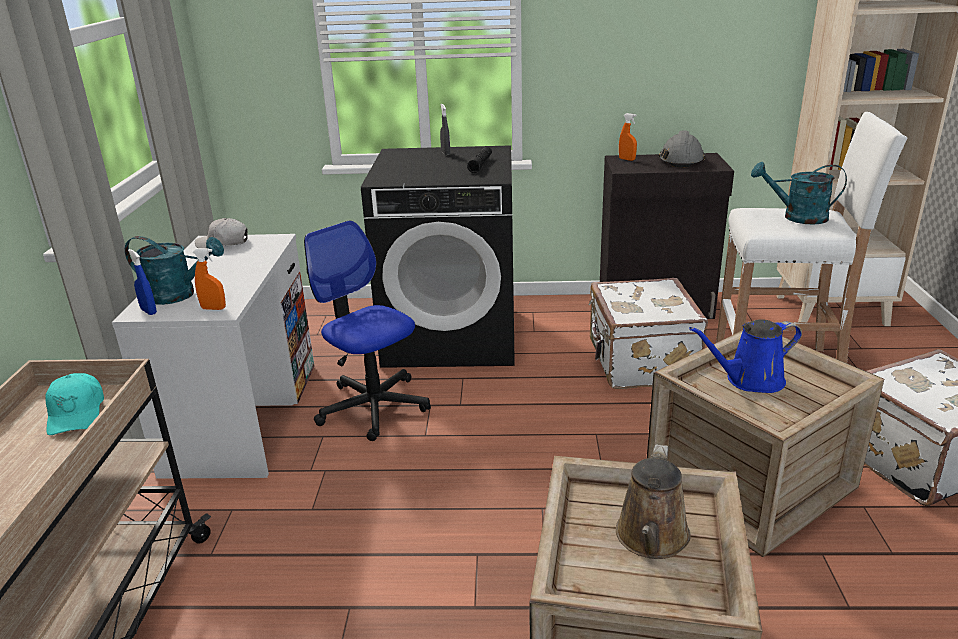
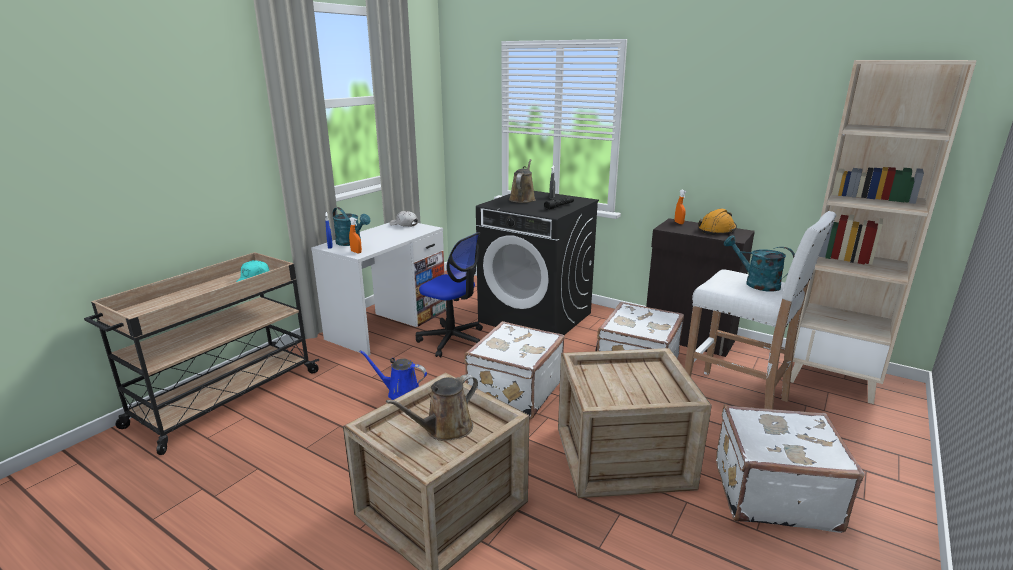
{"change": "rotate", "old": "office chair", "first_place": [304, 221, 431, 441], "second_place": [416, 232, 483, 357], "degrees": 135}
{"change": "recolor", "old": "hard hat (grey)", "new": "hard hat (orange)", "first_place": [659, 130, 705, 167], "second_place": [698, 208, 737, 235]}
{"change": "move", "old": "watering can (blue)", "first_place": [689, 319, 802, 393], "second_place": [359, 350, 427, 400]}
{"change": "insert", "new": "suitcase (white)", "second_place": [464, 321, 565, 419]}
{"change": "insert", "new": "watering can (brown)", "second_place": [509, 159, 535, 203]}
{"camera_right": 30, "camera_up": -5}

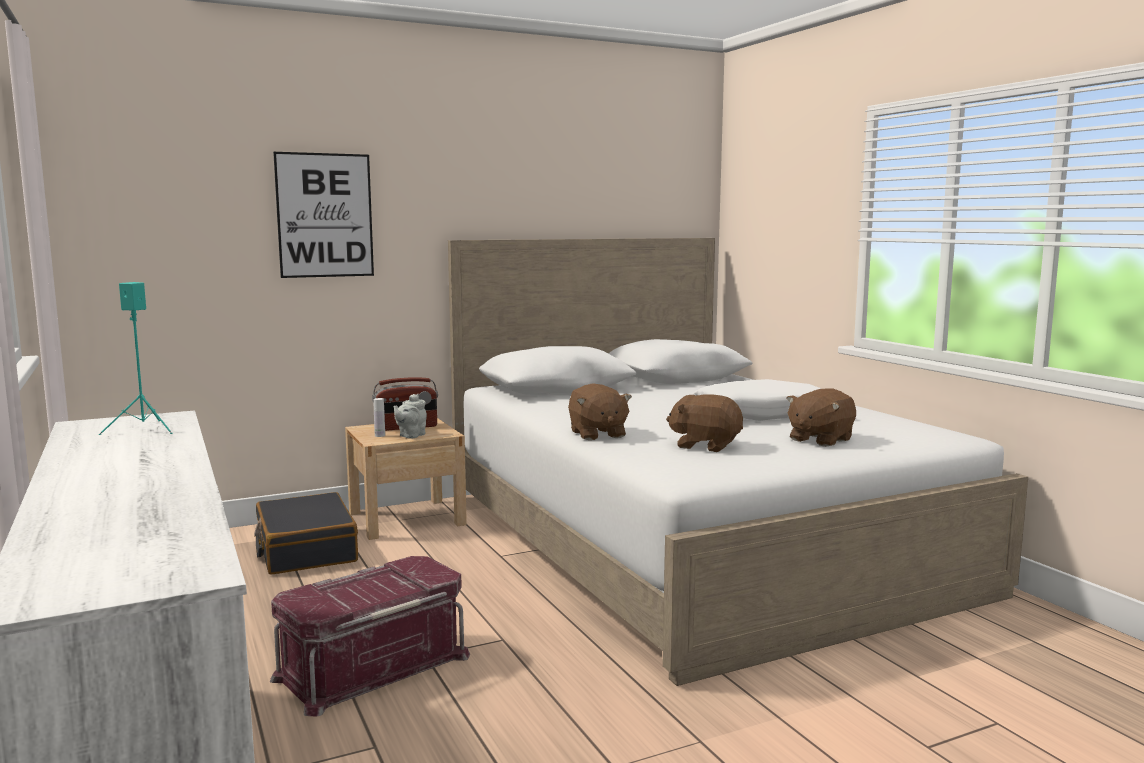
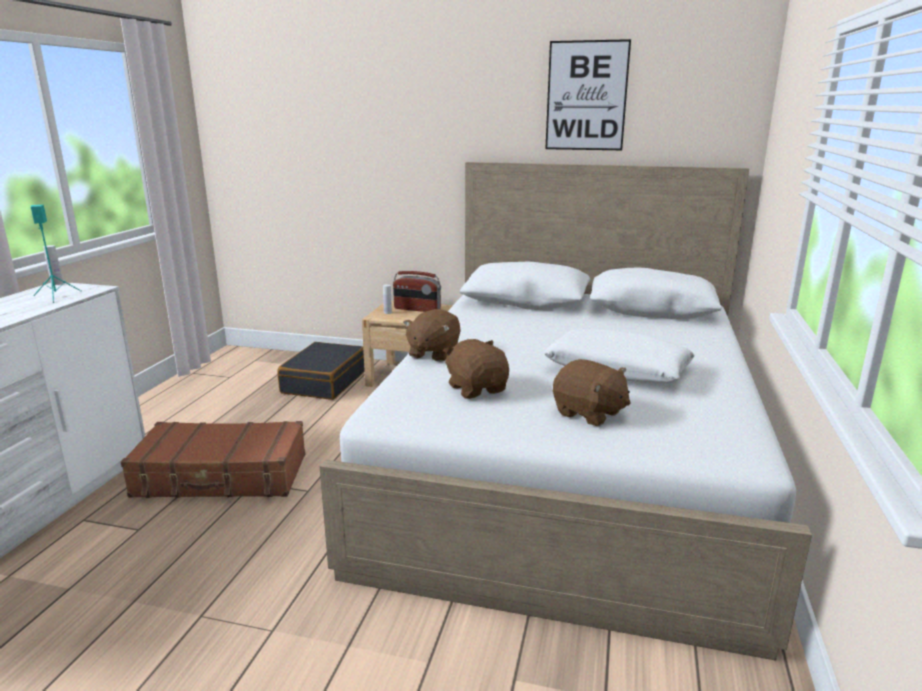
{"change": "replace", "old": "storage box (red)", "new": "suitcase (brown)", "first_place": [270, 556, 470, 716], "second_place": [121, 421, 305, 498]}
{"change": "move", "old": "picture", "first_place": [273, 152, 374, 278], "second_place": [545, 39, 631, 150]}
{"change": "delete", "old": "teapot (grey)", "first_place": [394, 394, 427, 438]}
{"change": "rotate", "old": "plush toy (brown)", "first_place": [786, 388, 856, 447], "second_place": [553, 359, 630, 426], "degrees": -135}
{"change": "insert", "new": "bottle (white)", "second_place": [43, 245, 63, 285]}
{"camera_right": 40, "camera_up": 10}

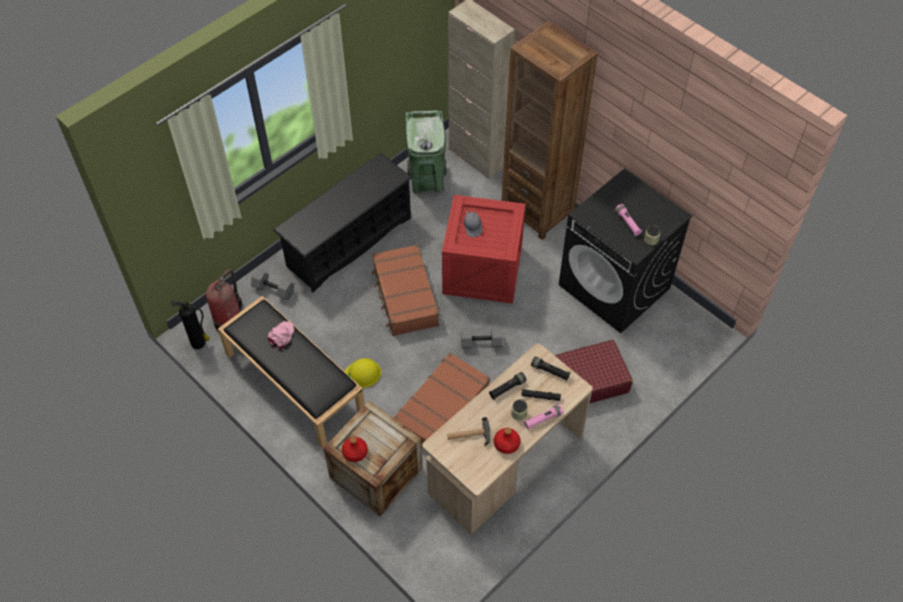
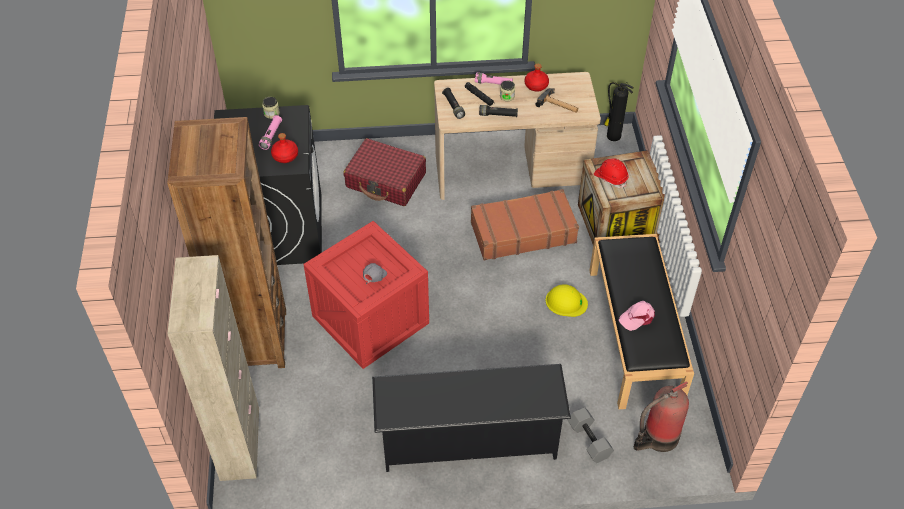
{"change": "move", "old": "fire extinguisher", "first_place": [170, 300, 210, 349], "second_place": [604, 82, 634, 141]}
{"change": "move", "old": "bottle (red)", "first_place": [342, 437, 368, 462], "second_place": [271, 133, 298, 163]}
{"change": "delete", "old": "suitcase (brown)", "first_place": [371, 244, 439, 336]}
{"change": "delete", "old": "trash can (green)", "first_place": [404, 110, 447, 194]}
{"change": "delete", "old": "dumbbell (grey)", "first_place": [461, 328, 503, 348]}
{"change": "insert", "new": "hard hat (red)", "second_place": [594, 158, 628, 188]}
{"camera_right": -140, "camera_up": -5}

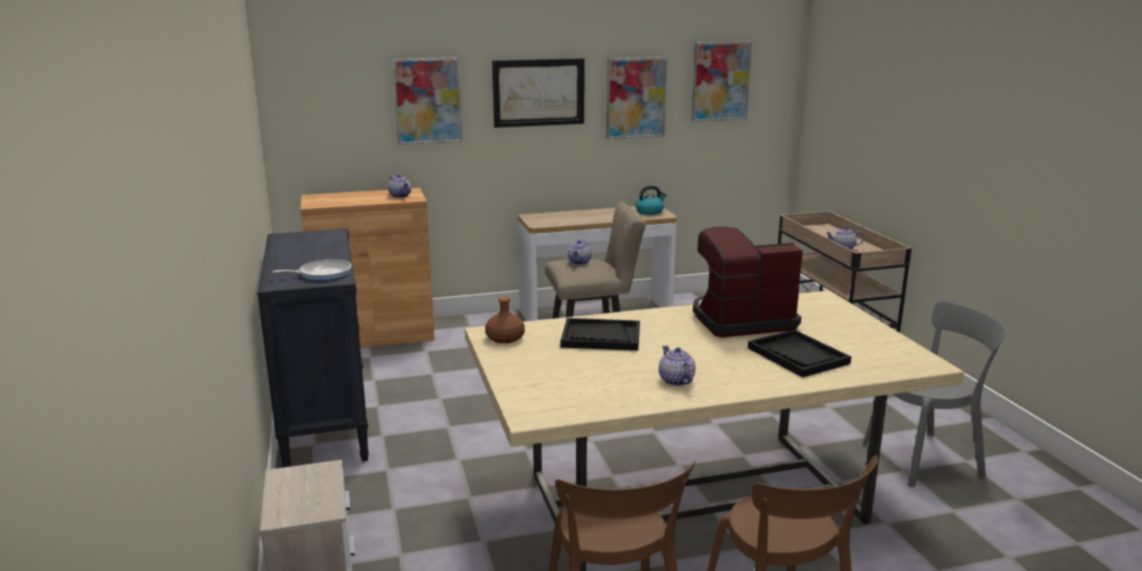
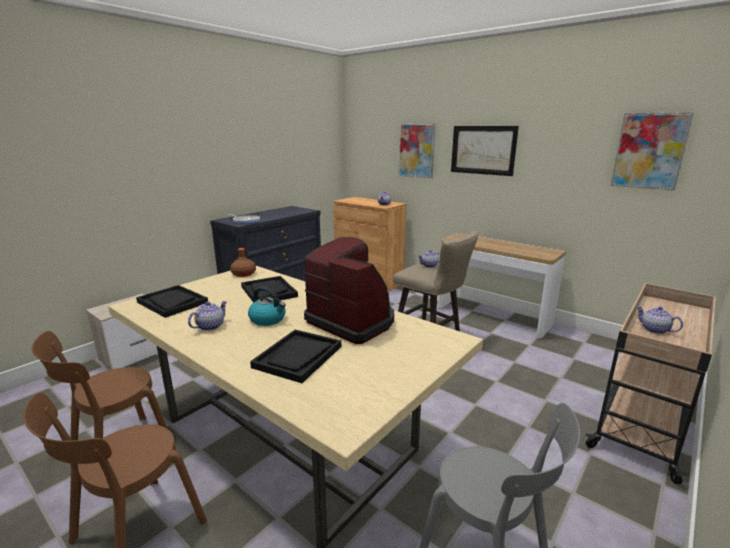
{"change": "delete", "old": "picture", "first_place": [606, 57, 667, 139]}
{"change": "move", "old": "kettle", "first_place": [635, 185, 666, 215], "second_place": [248, 286, 286, 326]}
{"change": "insert", "new": "tray (black)", "second_place": [136, 285, 208, 318]}
{"camera_right": 55, "camera_up": 0}

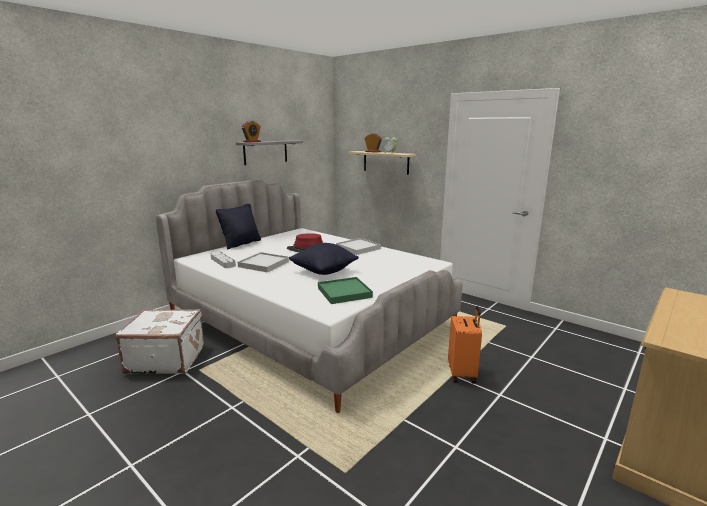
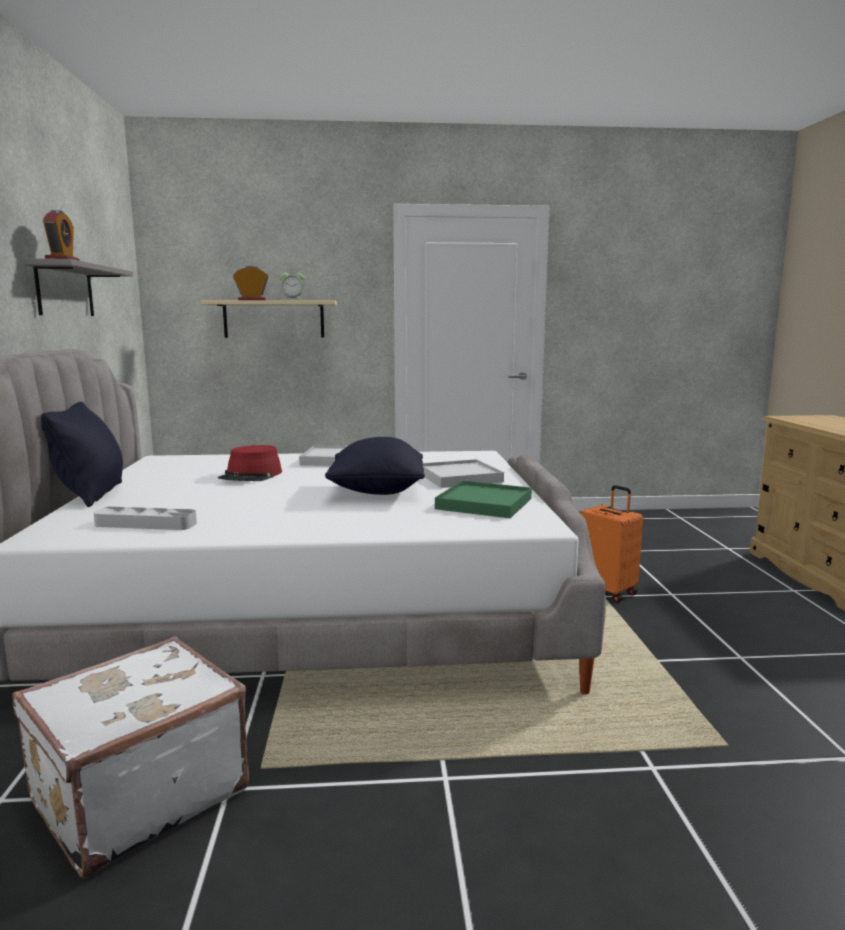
{"change": "move", "old": "tray (white)", "first_place": [238, 252, 289, 273], "second_place": [423, 459, 504, 488]}
{"camera_right": -45, "camera_up": -5}

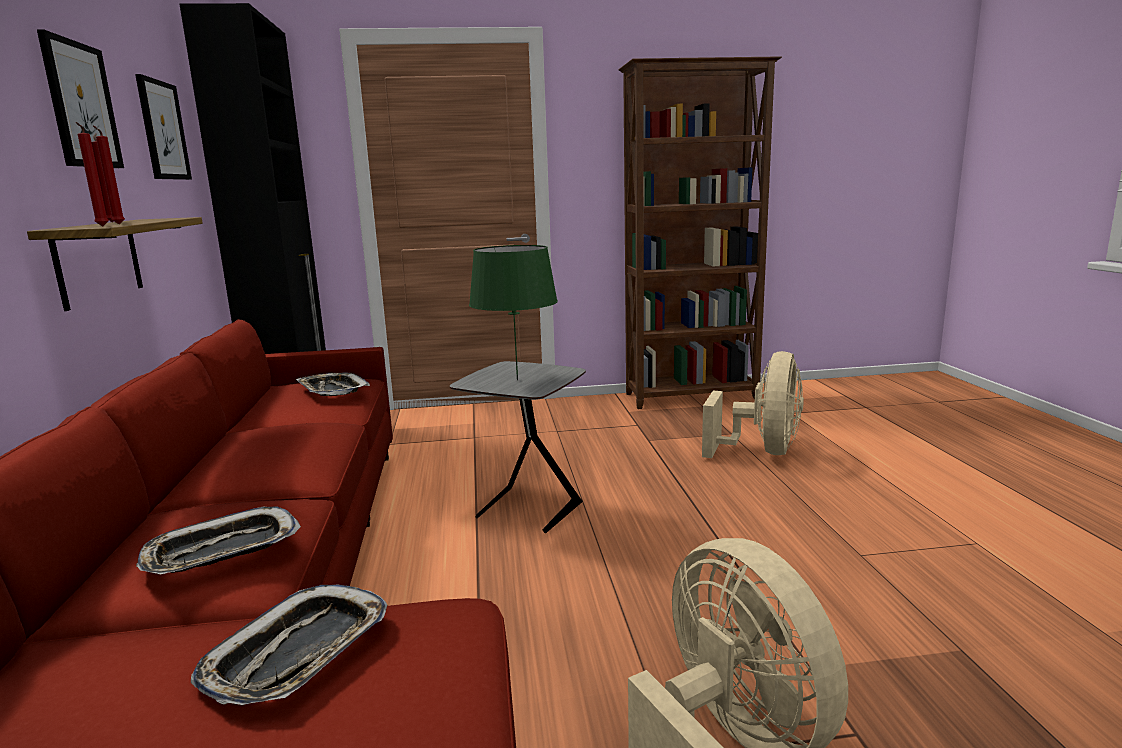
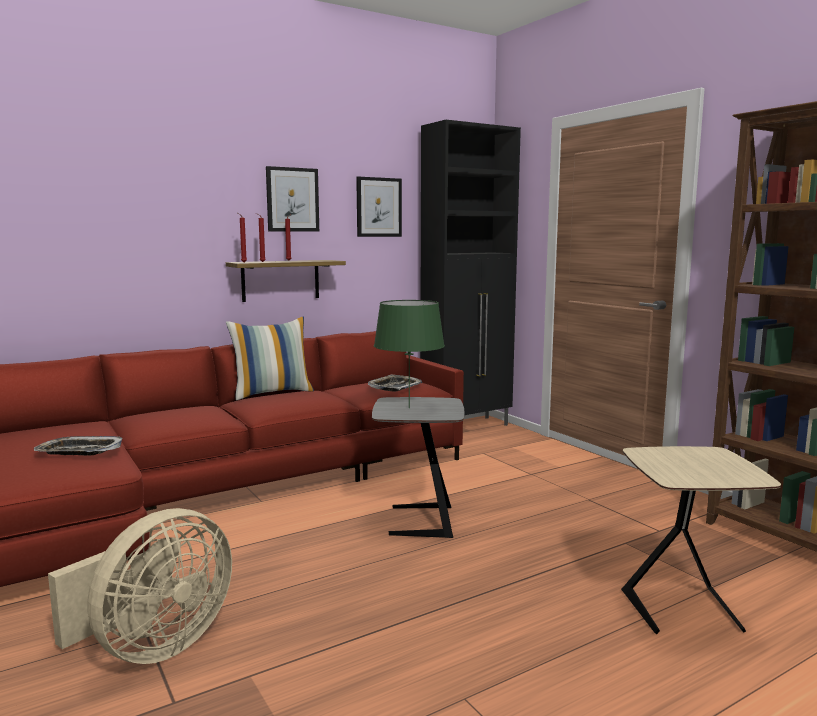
{"change": "delete", "old": "tray", "first_place": [136, 507, 301, 574]}
{"change": "replace", "old": "fan (beige)", "new": "side table (beige)", "first_place": [702, 351, 804, 458], "second_place": [621, 446, 781, 634]}
{"change": "insert", "new": "pillow", "second_place": [226, 317, 314, 400]}
{"camera_right": 65, "camera_up": -5}

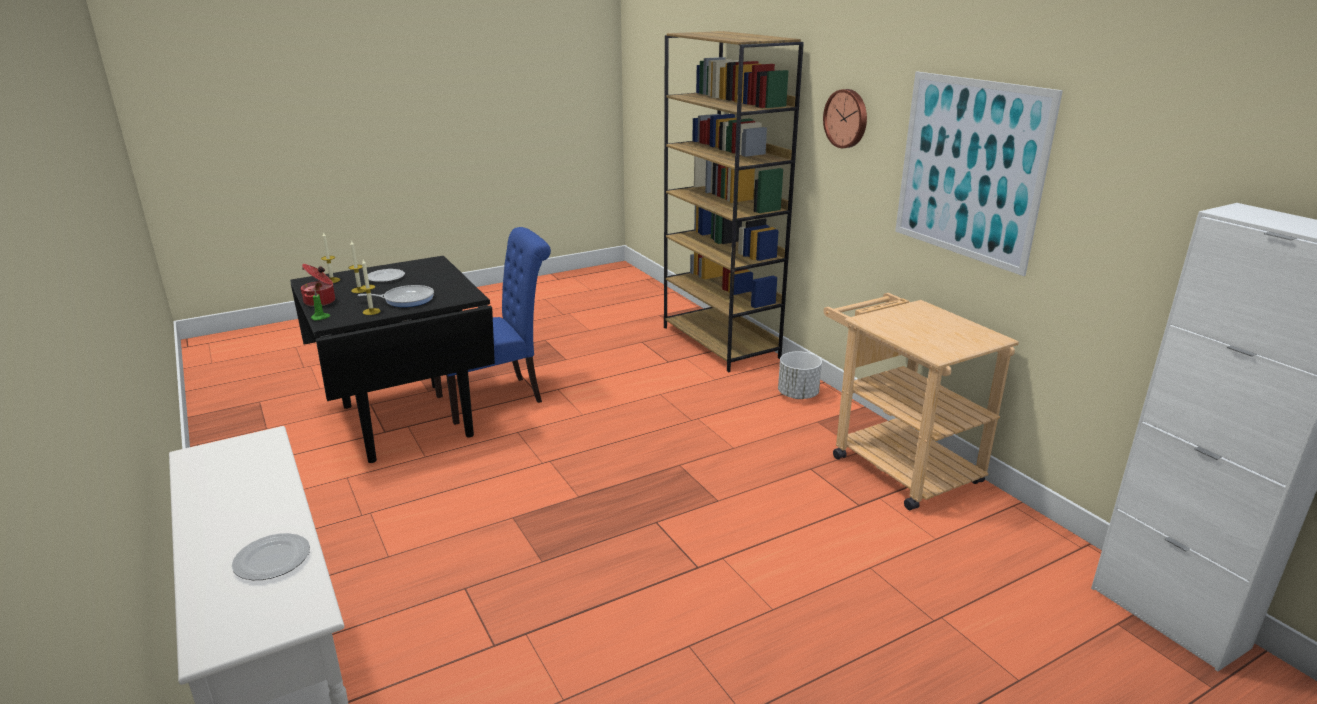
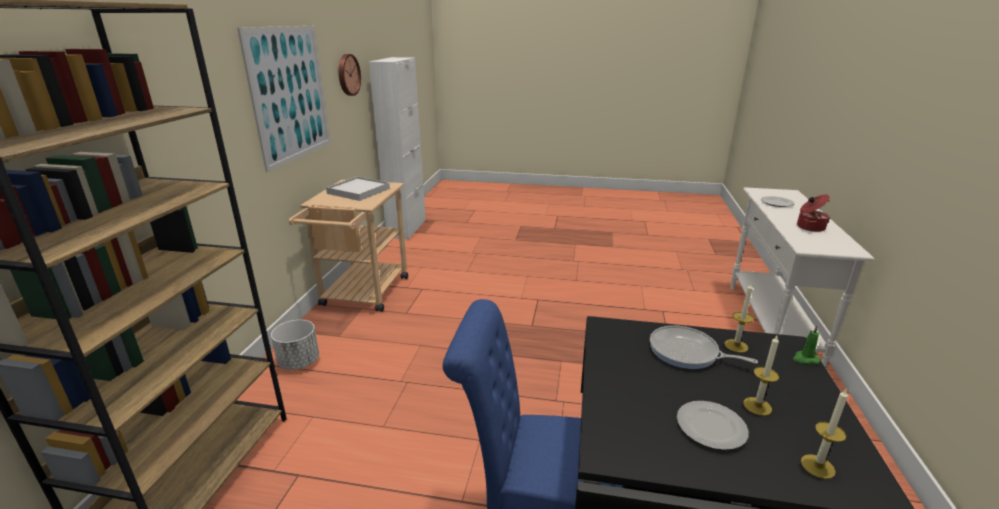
{"change": "move", "old": "cooking pot", "first_place": [300, 264, 335, 307], "second_place": [797, 194, 830, 232]}
{"change": "move", "old": "wall clock", "first_place": [823, 89, 867, 148], "second_place": [338, 54, 361, 96]}
{"change": "insert", "new": "tray (white)", "second_place": [326, 176, 390, 201]}
{"camera_right": -140, "camera_up": 0}

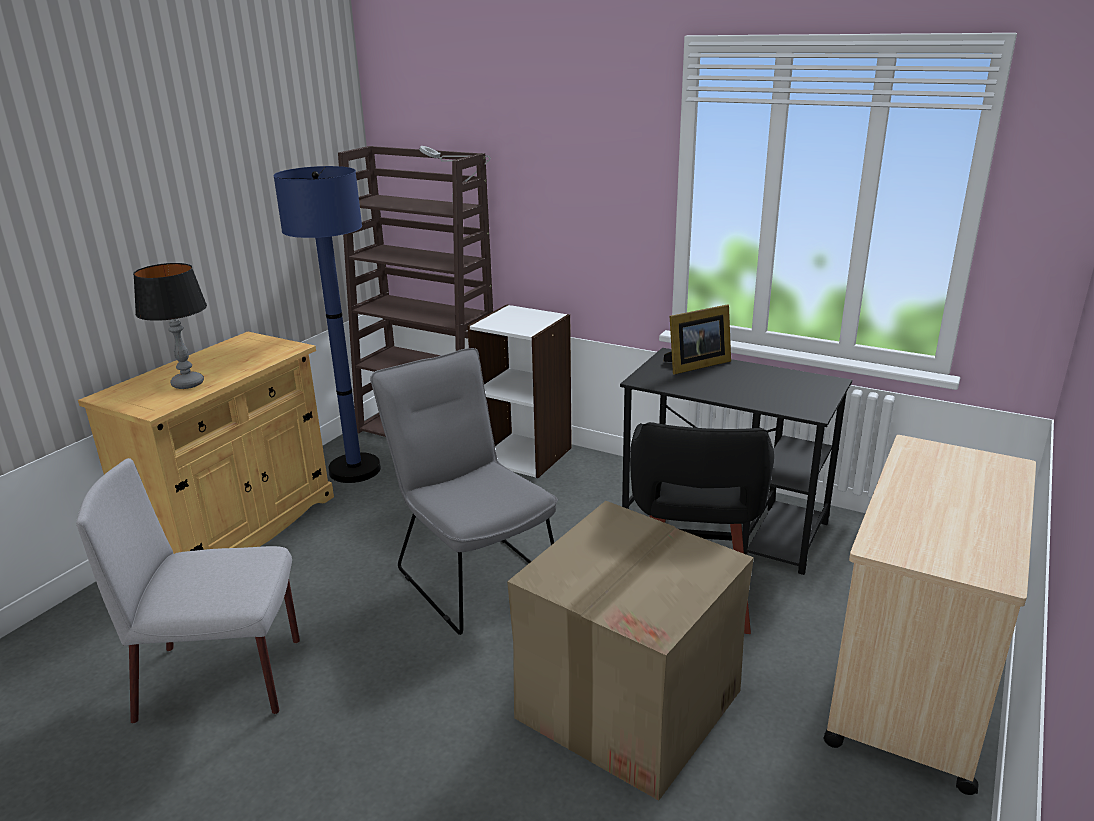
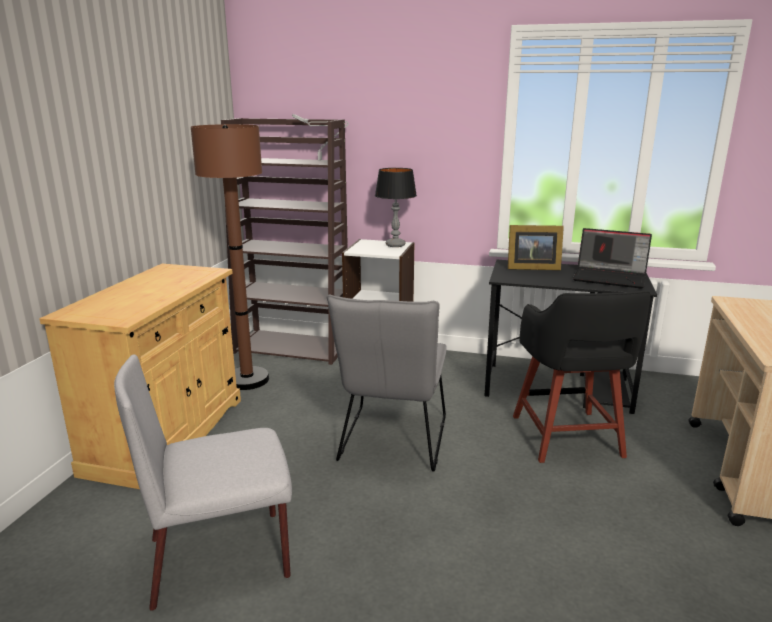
{"change": "move", "old": "table lamp", "first_place": [133, 263, 207, 389], "second_place": [375, 168, 417, 247]}
{"change": "recolor", "old": "floor lamp (blue)", "new": "floor lamp (brown)", "first_place": [273, 166, 381, 483], "second_place": [191, 124, 269, 390]}
{"change": "rotate", "old": "chair (grey)", "first_place": [370, 348, 558, 635], "second_place": [326, 295, 447, 472], "degrees": -120}
{"change": "delete", "old": "cardboard box", "first_place": [507, 501, 754, 801]}
{"change": "rotate", "old": "picture frame", "first_place": [663, 304, 731, 375], "second_place": [508, 225, 564, 270], "degrees": 45}
{"change": "insert", "new": "laptop", "second_place": [573, 228, 652, 289]}
{"camera_right": -15, "camera_up": -5}

